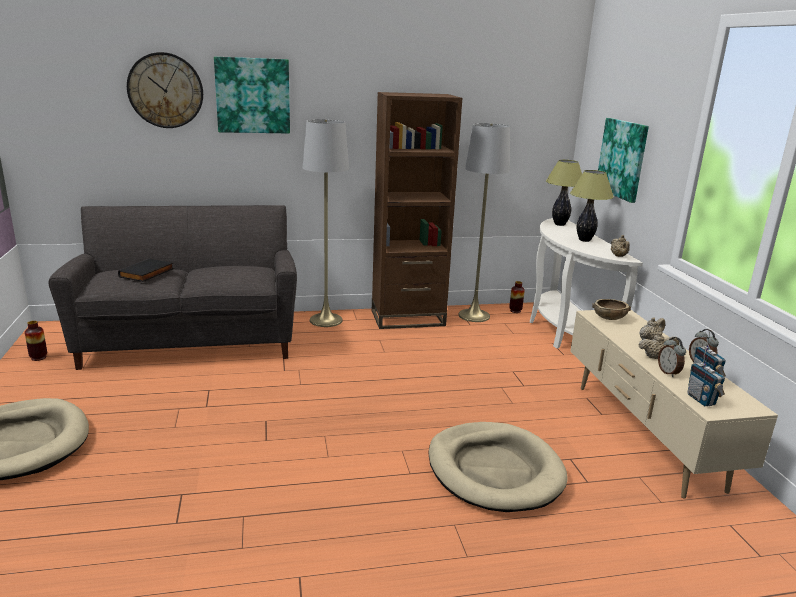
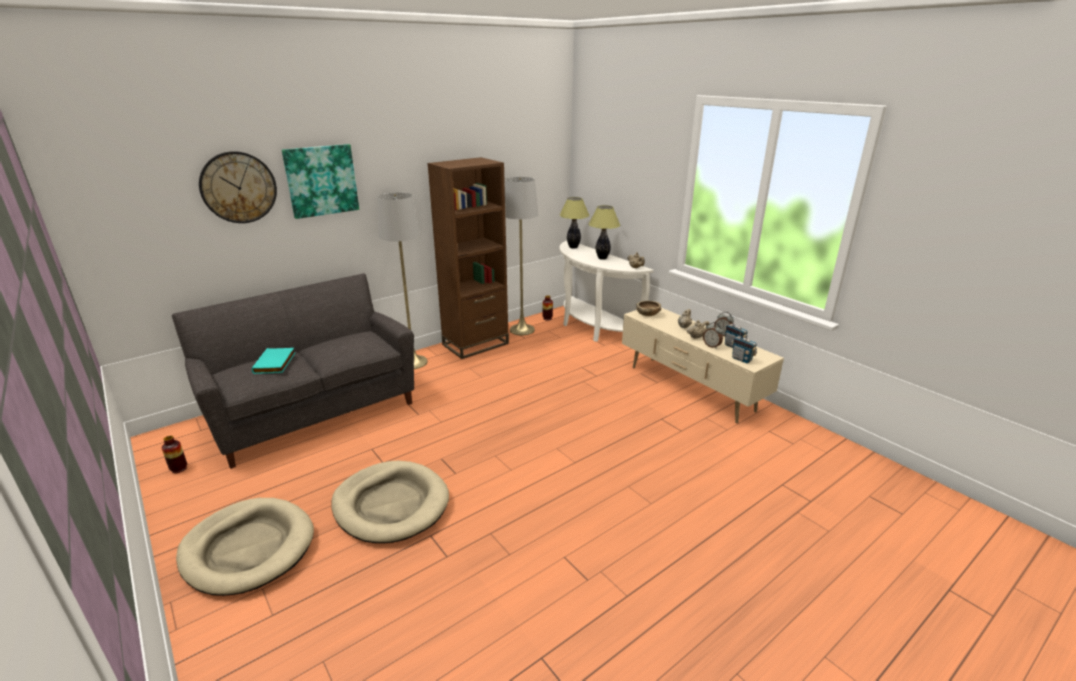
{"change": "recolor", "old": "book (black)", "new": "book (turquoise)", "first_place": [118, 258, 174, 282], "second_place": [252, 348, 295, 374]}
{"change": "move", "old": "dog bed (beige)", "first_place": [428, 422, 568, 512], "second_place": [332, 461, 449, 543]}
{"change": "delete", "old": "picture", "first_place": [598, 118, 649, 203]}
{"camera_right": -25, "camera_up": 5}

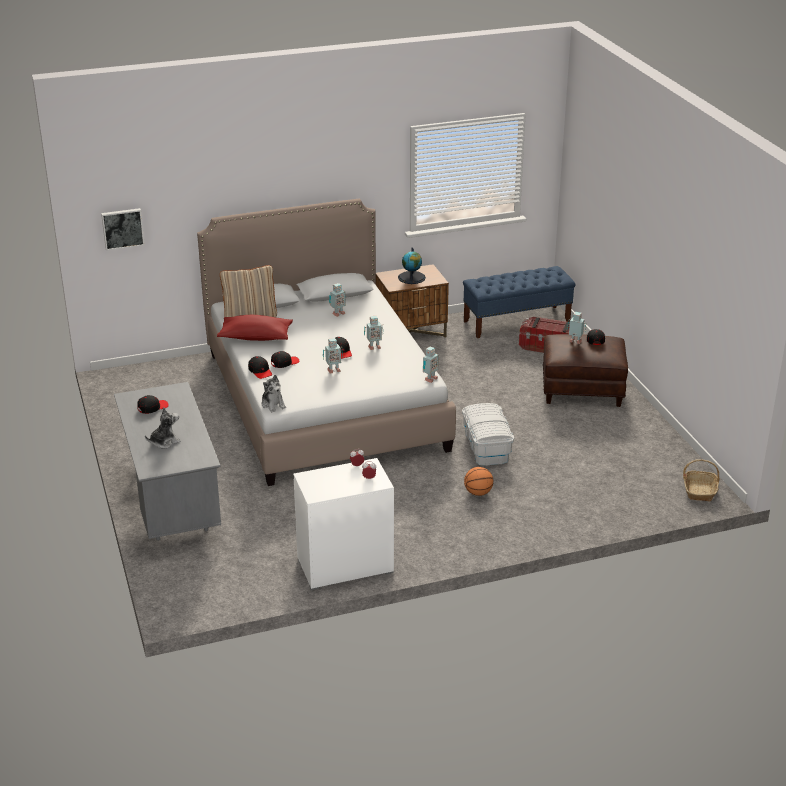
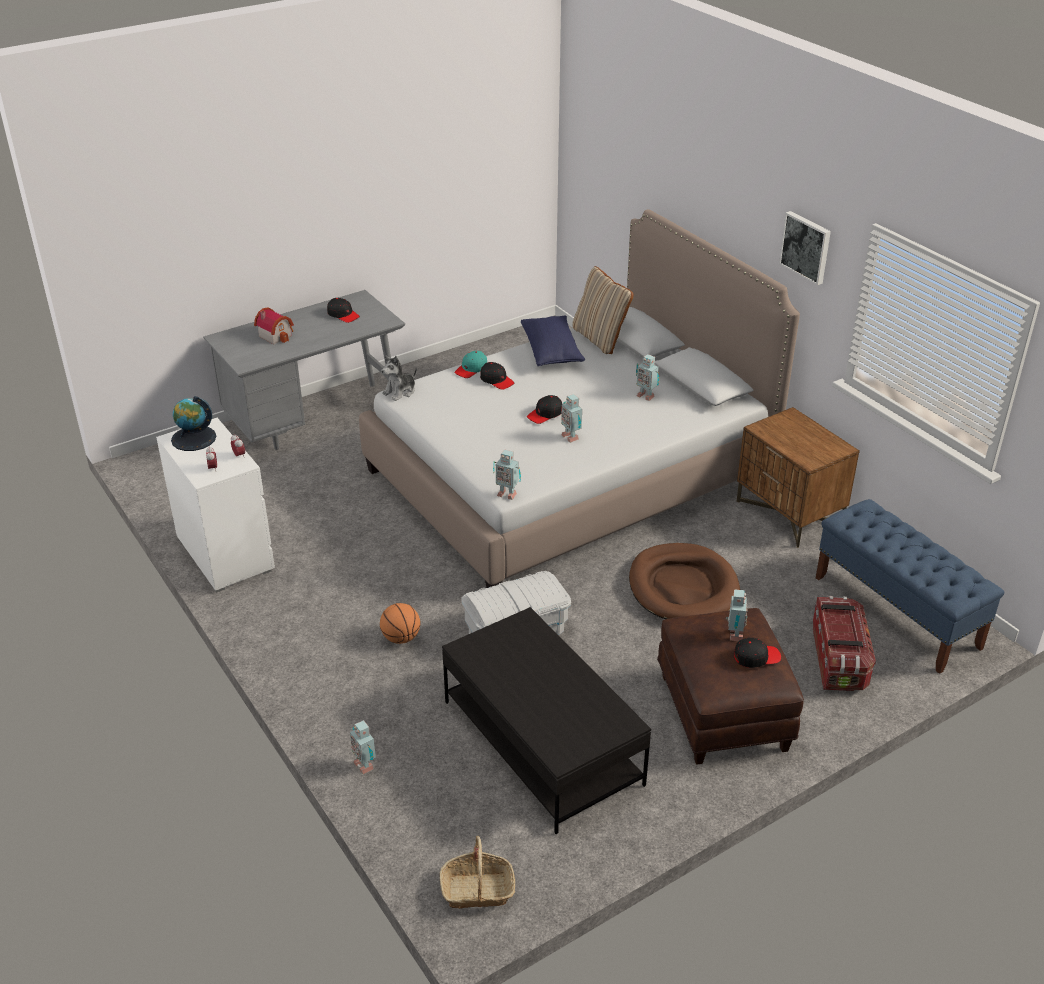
{"change": "move", "old": "picture", "first_place": [101, 208, 145, 251], "second_place": [779, 211, 831, 285]}
{"change": "replace", "old": "plush toy", "new": "toy house", "first_place": [145, 408, 181, 449], "second_place": [254, 308, 294, 344]}
{"change": "recolor", "old": "pillow (red)", "new": "pillow (blue)", "first_place": [217, 315, 293, 341], "second_place": [521, 316, 585, 366]}
{"change": "recolor", "old": "cap (black)", "new": "cap (turquoise)", "first_place": [248, 356, 272, 379], "second_place": [454, 351, 487, 378]}
{"change": "move", "old": "toy robot", "first_place": [323, 338, 343, 373], "second_place": [350, 720, 376, 774]}
{"change": "move", "old": "globe", "first_place": [398, 248, 426, 284], "second_place": [171, 396, 216, 451]}
{"change": "insert", "new": "coffee table (black)", "second_place": [442, 607, 651, 834]}
{"change": "insert", "new": "dog bed (brown)", "second_place": [629, 543, 740, 619]}
{"camera_right": 75, "camera_up": 5}

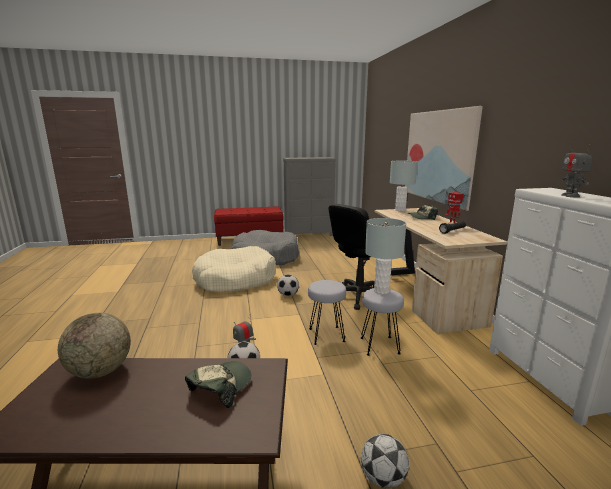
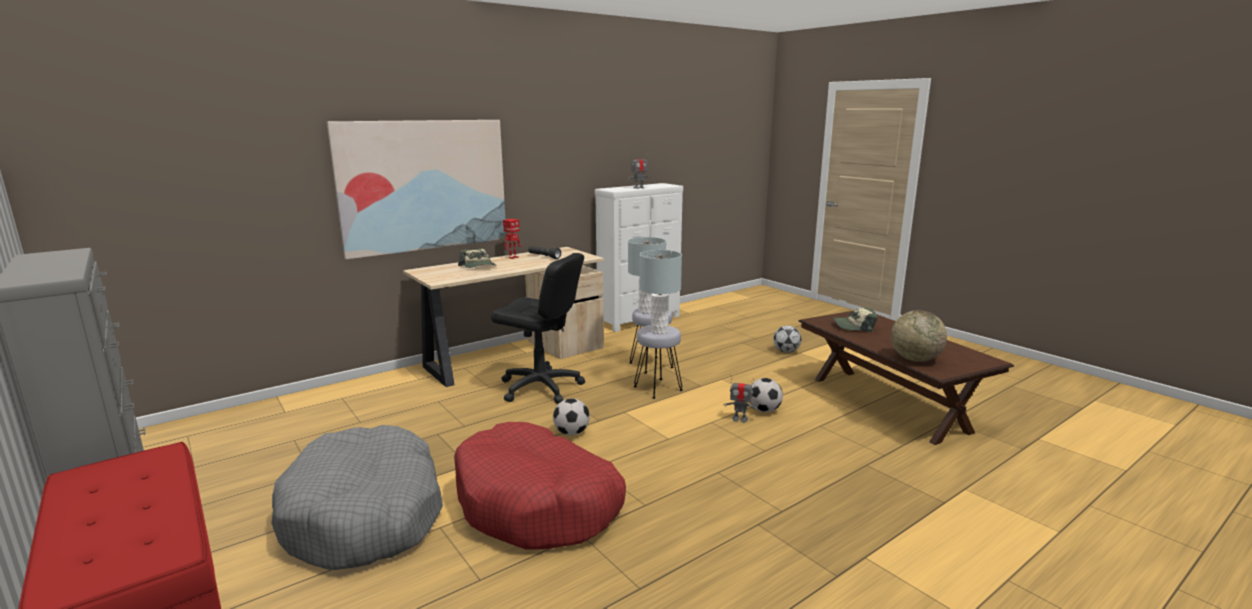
{"change": "recolor", "old": "dog bed (beige)", "new": "dog bed (red)", "first_place": [192, 246, 276, 292], "second_place": [454, 422, 626, 550]}
{"change": "move", "old": "table lamp (grey)", "first_place": [390, 161, 418, 211], "second_place": [639, 250, 682, 334]}
{"camera_right": -115, "camera_up": 0}

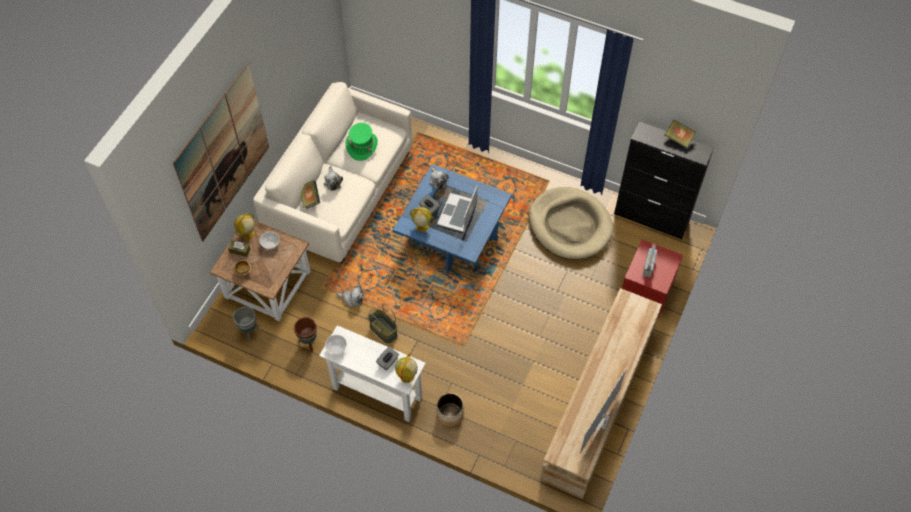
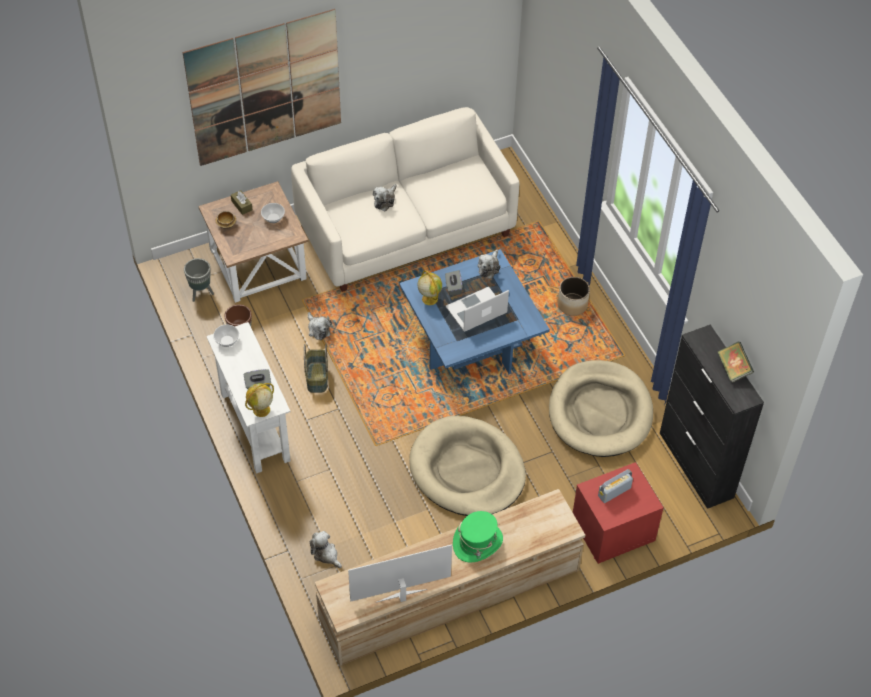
{"change": "delete", "old": "globe", "first_place": [234, 213, 255, 239]}
{"change": "delete", "old": "book", "first_place": [301, 180, 320, 209]}
{"change": "move", "old": "hat (green)", "first_place": [345, 123, 378, 161], "second_place": [453, 511, 503, 563]}
{"change": "move", "old": "planter", "first_place": [437, 393, 464, 427], "second_place": [558, 277, 590, 316]}
{"change": "insert", "new": "plush toy", "second_place": [310, 531, 342, 568]}
{"change": "insert", "new": "dog bed (beige)", "second_place": [409, 416, 526, 516]}
{"camera_right": 40, "camera_up": -5}

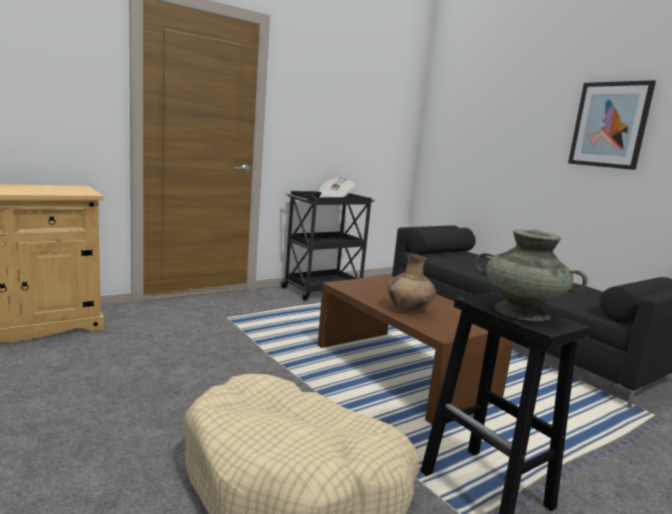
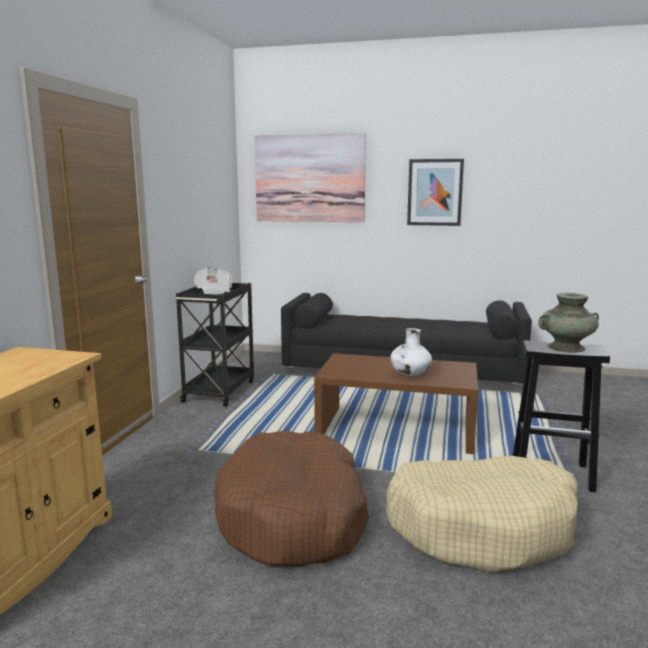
{"change": "recolor", "old": "vase (brown)", "new": "vase (white)", "first_place": [387, 254, 436, 311], "second_place": [390, 328, 432, 376]}
{"change": "insert", "new": "dog bed (brown)", "second_place": [213, 430, 369, 567]}
{"change": "insert", "new": "picture", "second_place": [254, 133, 366, 222]}
{"camera_right": -40, "camera_up": 0}

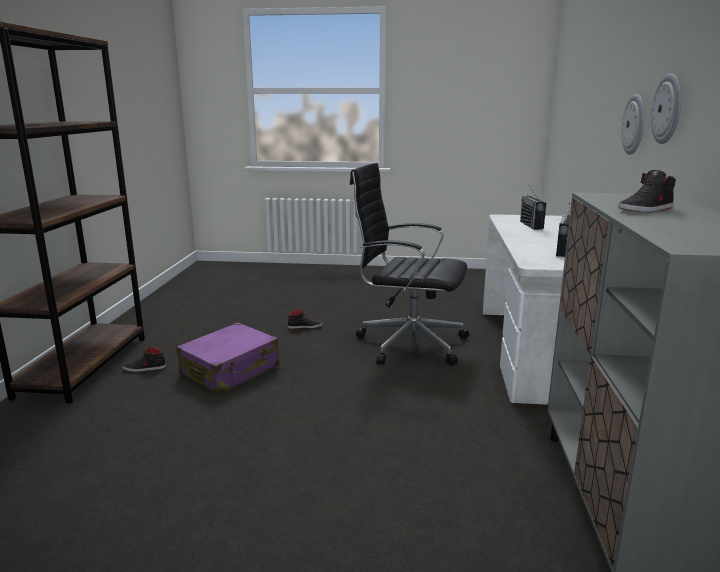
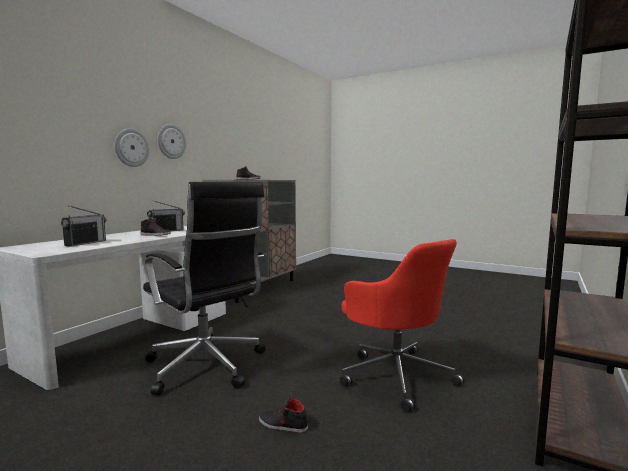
{"change": "move", "old": "shoe (black)", "first_place": [123, 346, 166, 372], "second_place": [140, 217, 171, 236]}
{"change": "replace", "old": "suitcase (purple)", "new": "office chair (red)", "first_place": [176, 322, 279, 395], "second_place": [340, 239, 465, 412]}
{"camera_right": -155, "camera_up": -10}

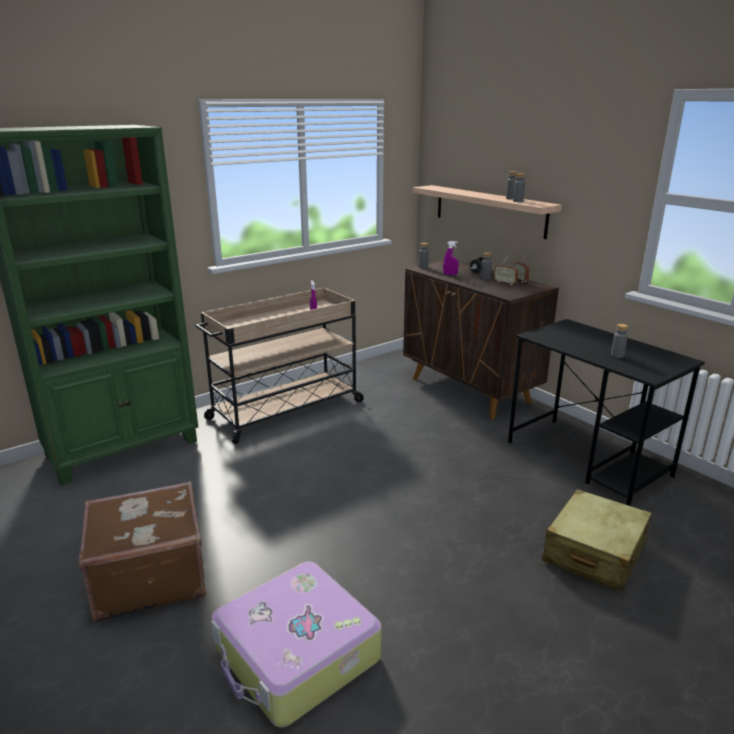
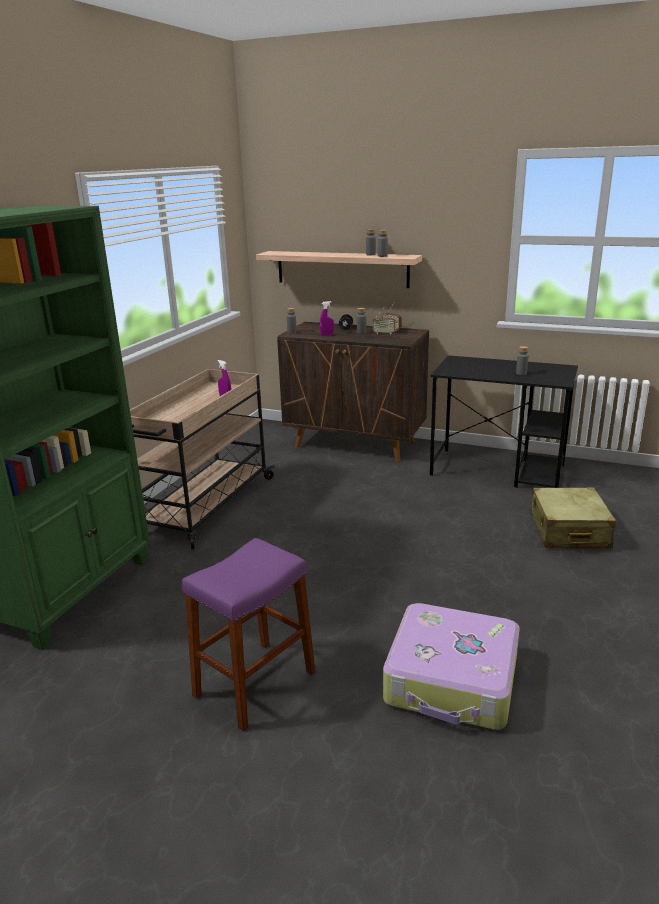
{"change": "replace", "old": "suitcase (brown)", "new": "stool (purple)", "first_place": [79, 481, 207, 622], "second_place": [182, 538, 315, 731]}
{"camera_right": -30, "camera_up": 0}

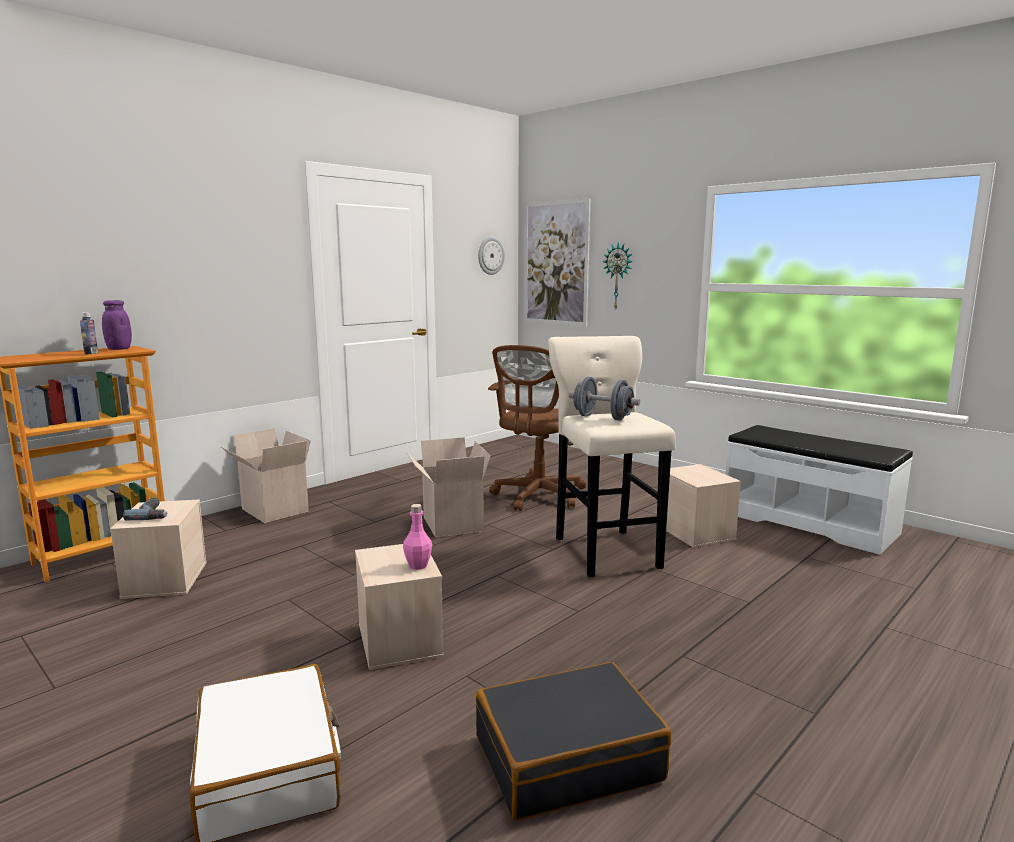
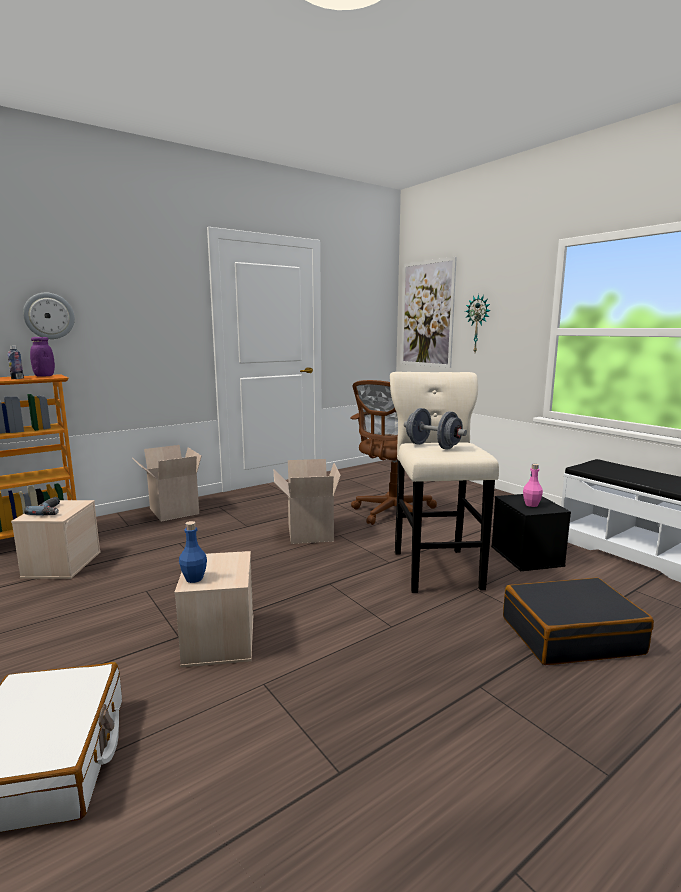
{"change": "move", "old": "bottle (pink)", "first_place": [403, 504, 432, 570], "second_place": [523, 464, 543, 507]}
{"change": "move", "old": "suitcase (black)", "first_place": [476, 662, 671, 821], "second_place": [503, 577, 654, 665]}
{"change": "move", "old": "wall clock", "first_place": [478, 237, 505, 275], "second_place": [23, 293, 75, 339]}
{"change": "recolor", "old": "storage box (beige)", "new": "storage box (black)", "first_place": [656, 464, 741, 548], "second_place": [491, 494, 571, 571]}
{"change": "insert", "new": "bottle (blue)", "second_place": [179, 521, 207, 583]}
{"camera_right": 10, "camera_up": 0}

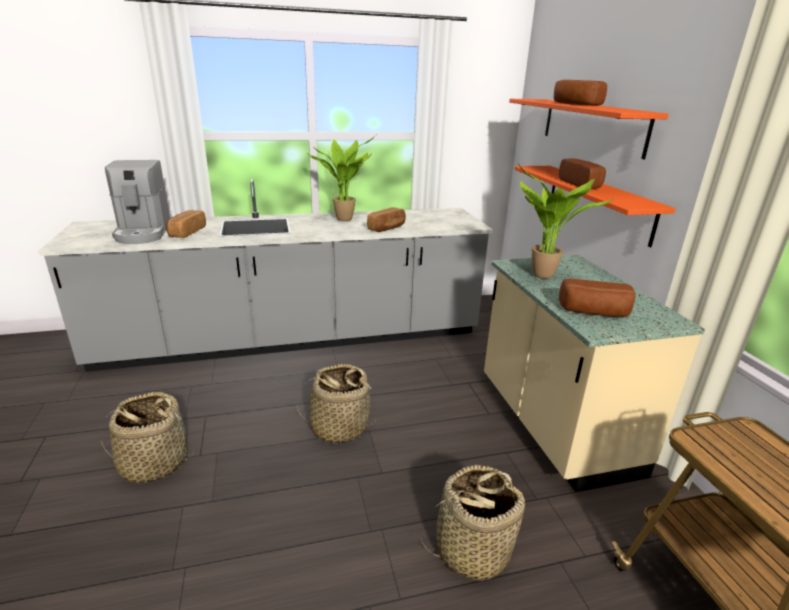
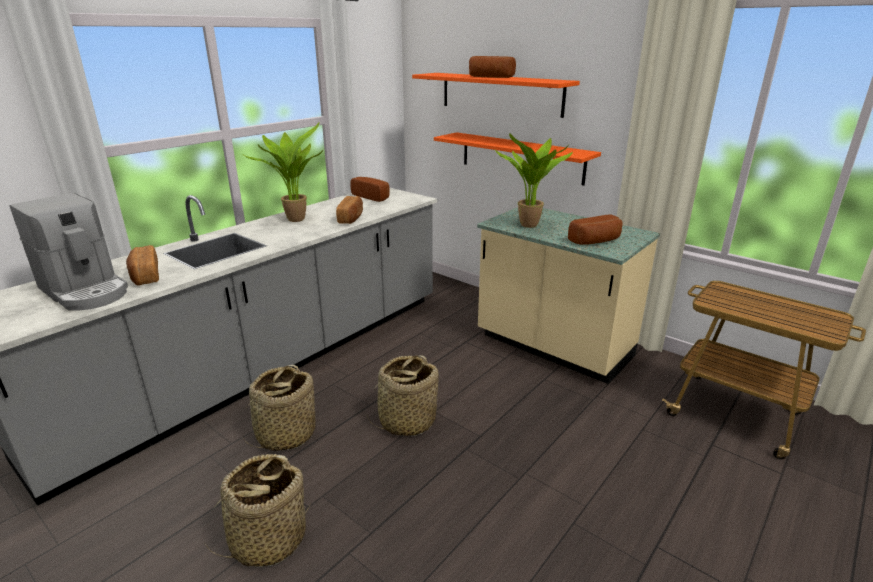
{"change": "move", "old": "basket", "first_place": [420, 465, 525, 581], "second_place": [243, 365, 316, 451]}
{"change": "move", "old": "bread", "first_place": [559, 159, 606, 189], "second_place": [350, 177, 390, 202]}
{"camera_right": -35, "camera_up": 0}

